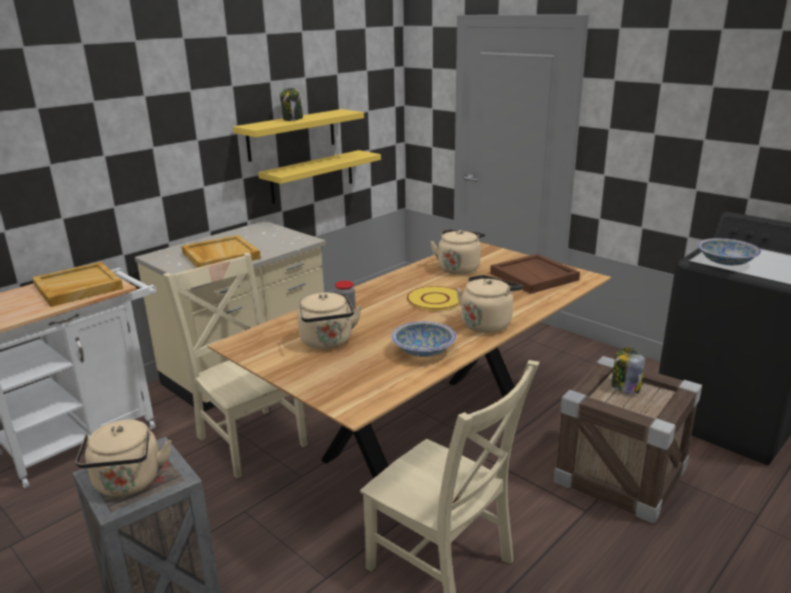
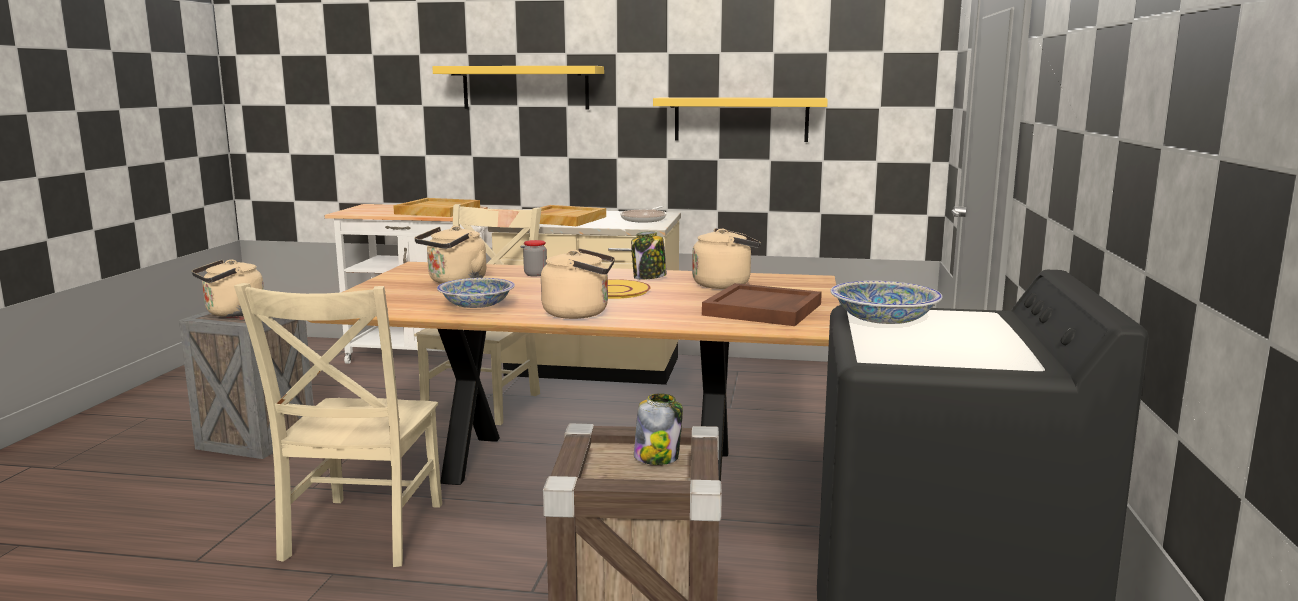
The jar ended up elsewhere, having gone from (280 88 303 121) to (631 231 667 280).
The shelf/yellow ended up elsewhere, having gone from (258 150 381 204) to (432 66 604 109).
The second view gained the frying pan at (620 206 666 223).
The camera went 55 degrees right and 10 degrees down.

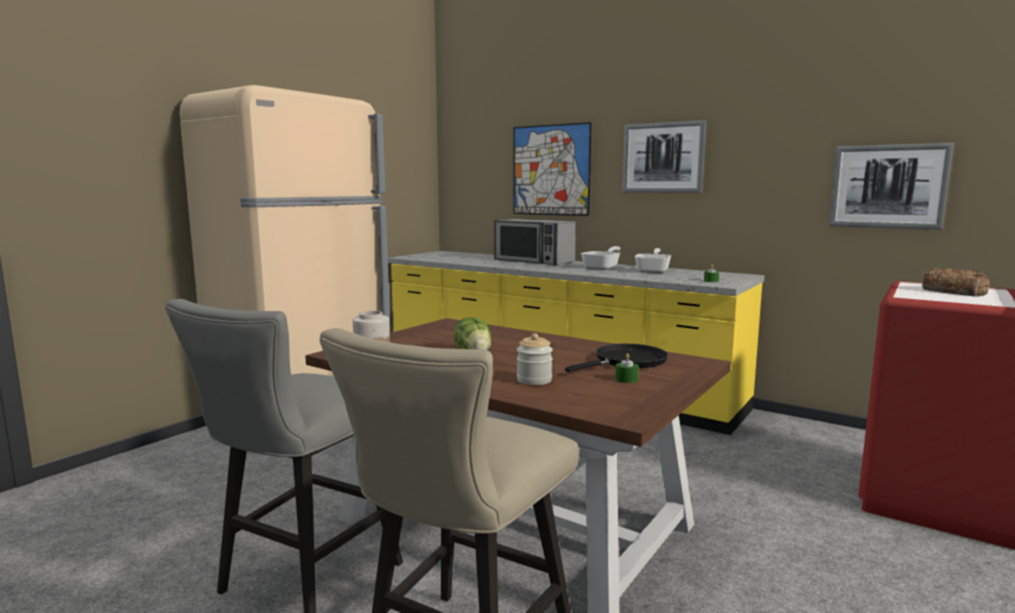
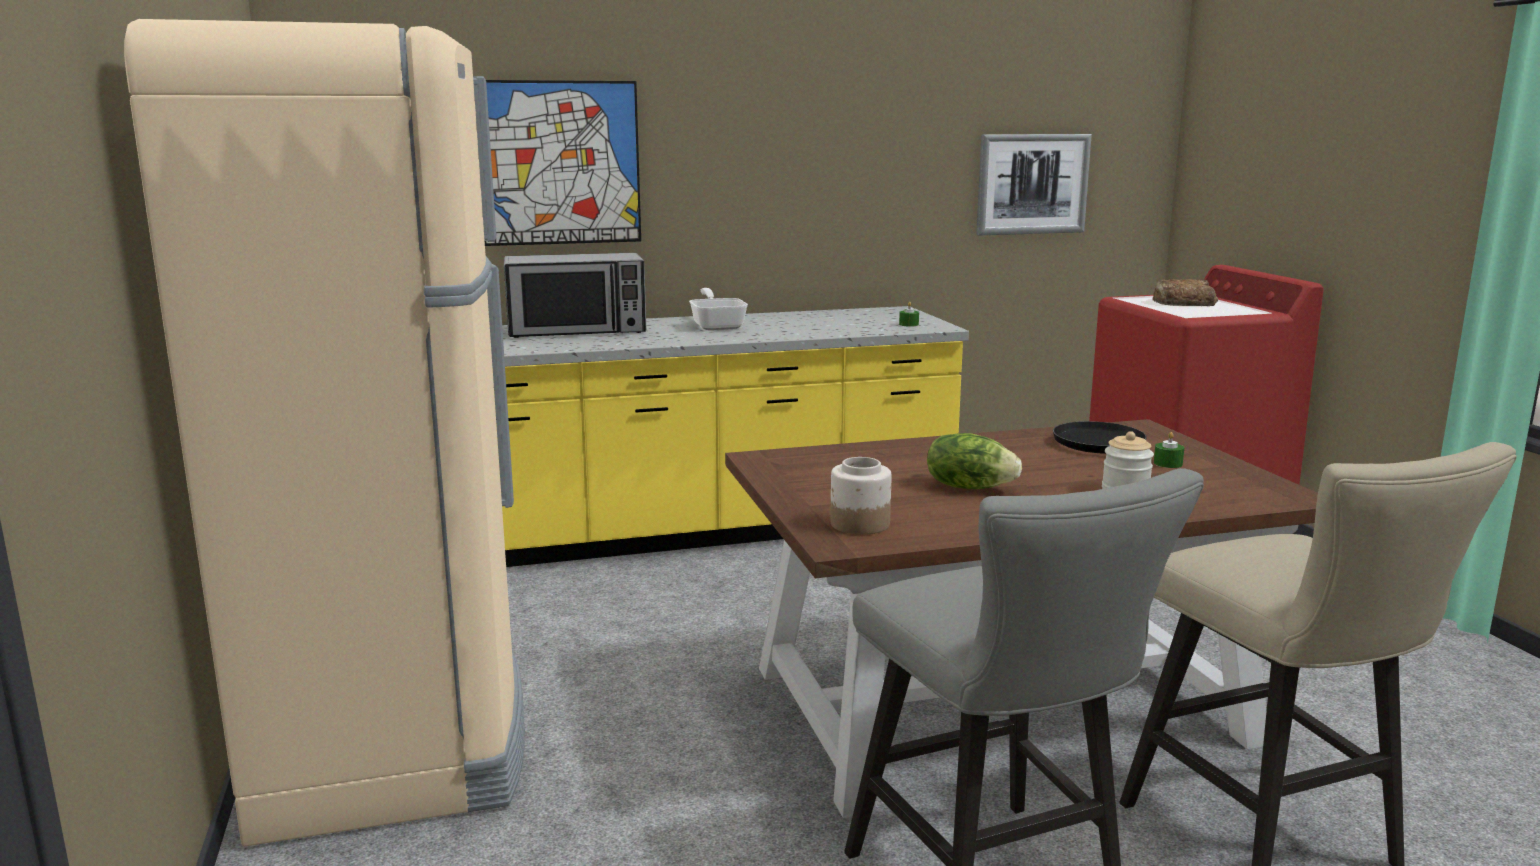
The second view lost the picture at (623 120 707 193).
The second view lost the frying pan at (635 248 672 273).
The camera went 50 degrees left and 5 degrees up.

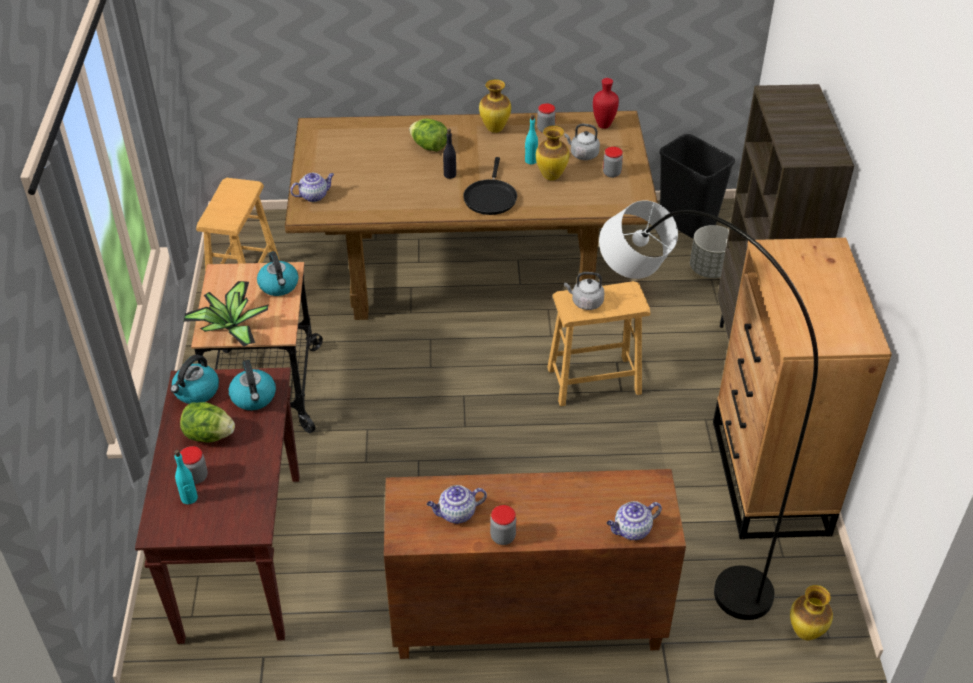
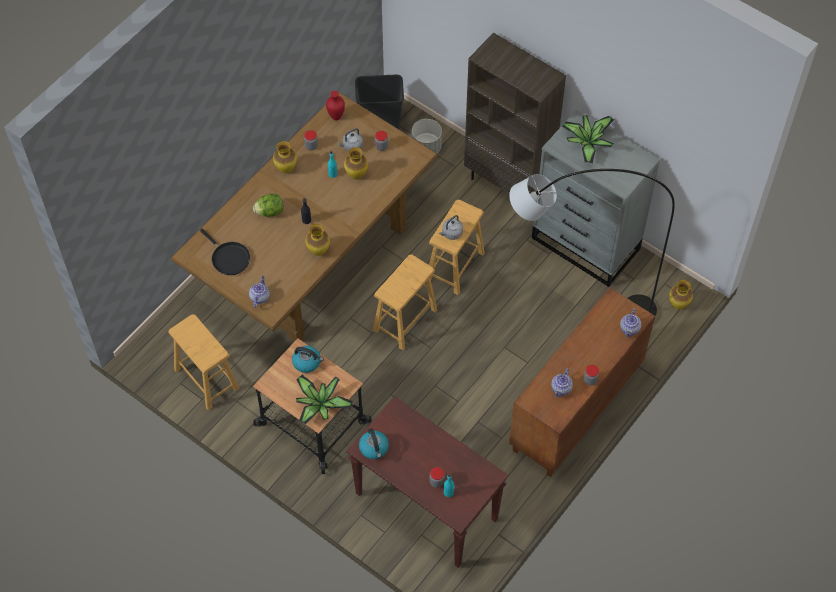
The frying pan/black ended up elsewhere, having gone from (463 157 517 215) to (200 229 250 275).
What was the dresser/brown at (713 238 892 539) turned into the dresser/grey at (532 110 660 287).
The second view lost the kettle at (229 360 276 410).
The second view lost the lettuce at (180 402 235 442).
The second view gained the potted plant at (562 115 614 163).
The second view gained the vase at (305 224 330 256).
The second view gained the stool/brown at (373 254 437 350).
The camera went 50 degrees left and 15 degrees up.

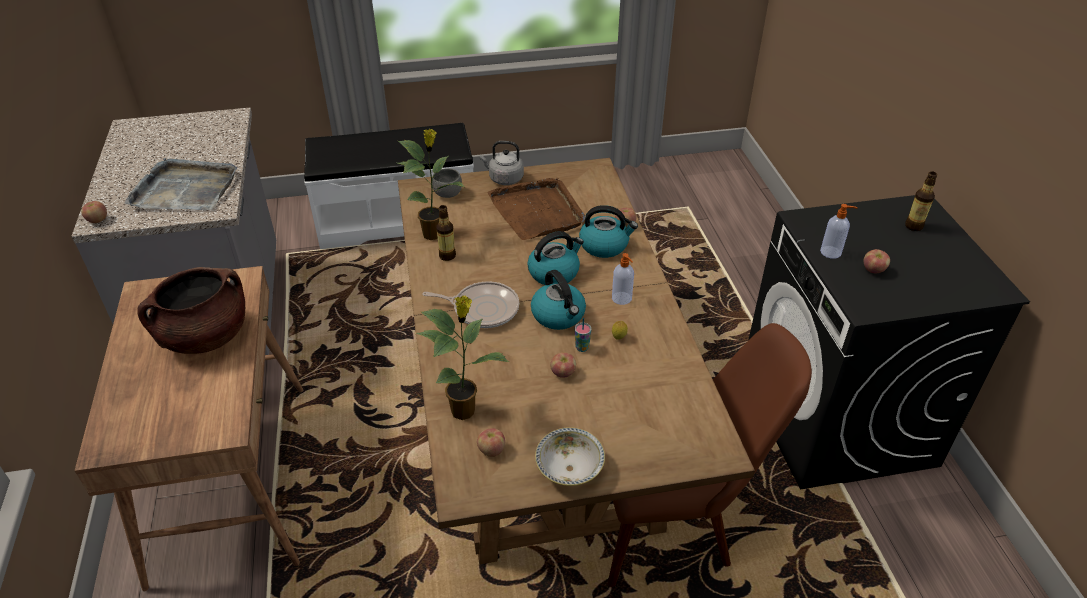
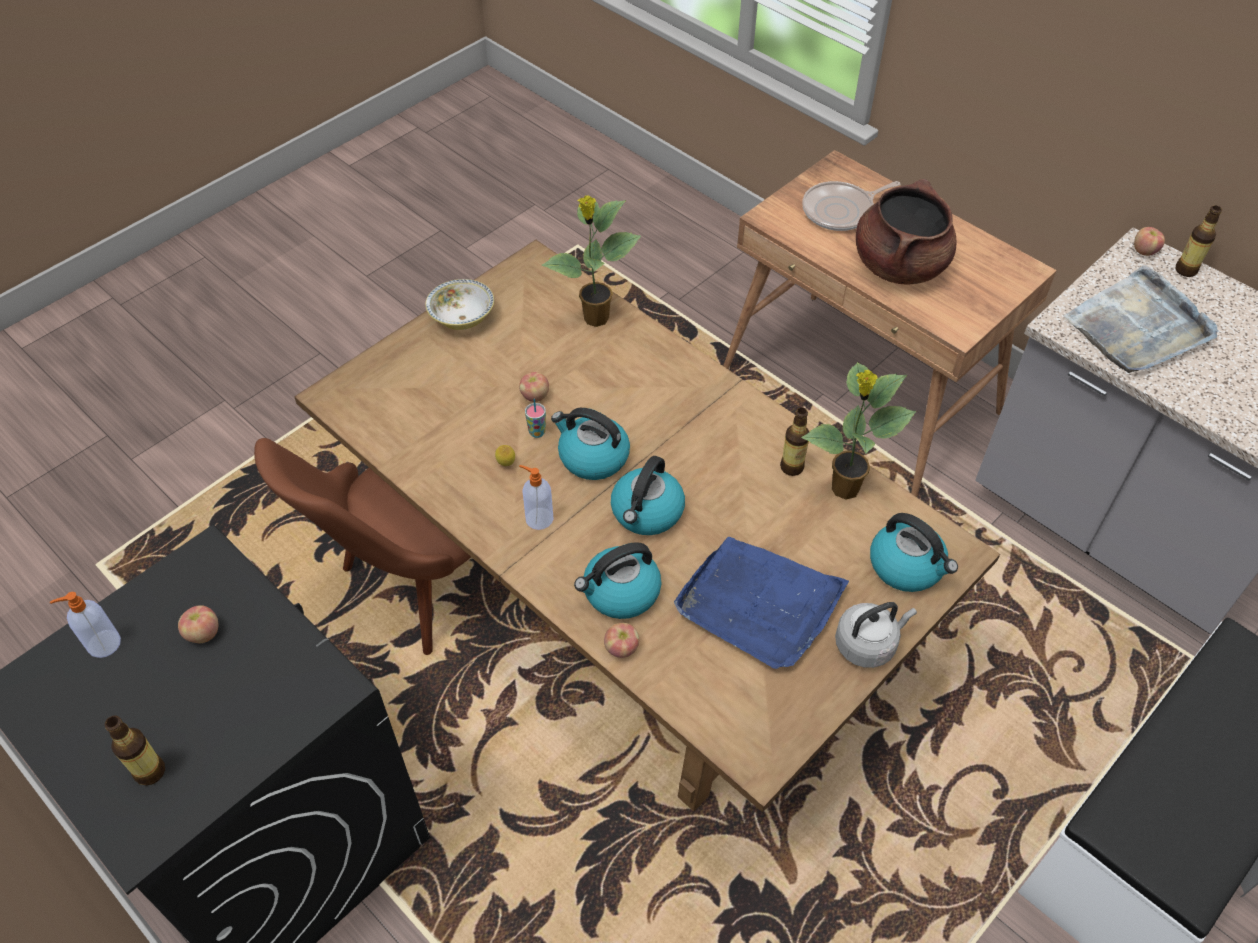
Where the bowl/grey stood at (432 168 462 198), the kettle came to stand at (870 513 958 592).
What was the tray/brown at (487 178 585 240) turned into the tray/blue at (674 537 849 669).
The soap dispenser ended up elsewhere, having gone from (820 204 858 259) to (50 592 121 658).
The frying pan ended up elsewhere, having gone from (422 281 519 328) to (802 181 900 231).
The second view lost the apple at (477 428 505 457).
The second view gained the bottle at (1176 206 1222 277).
The camera went 145 degrees right and 10 degrees up.

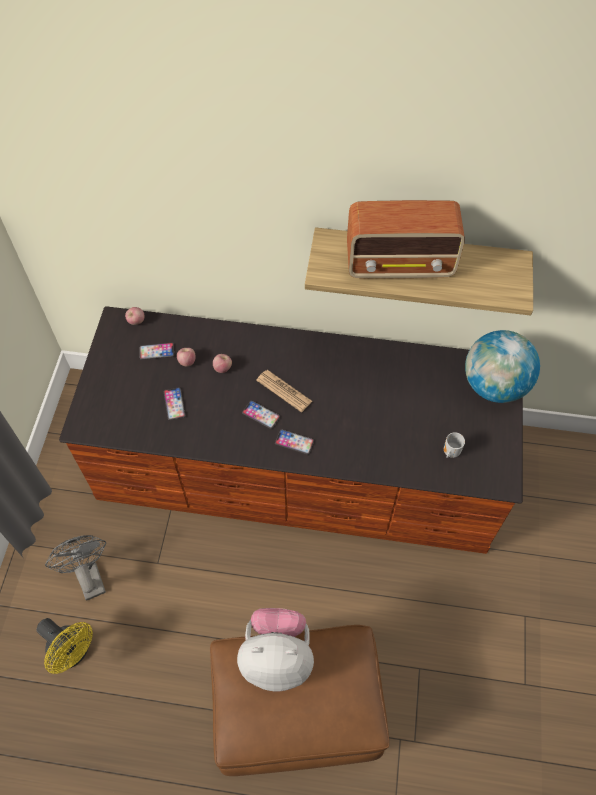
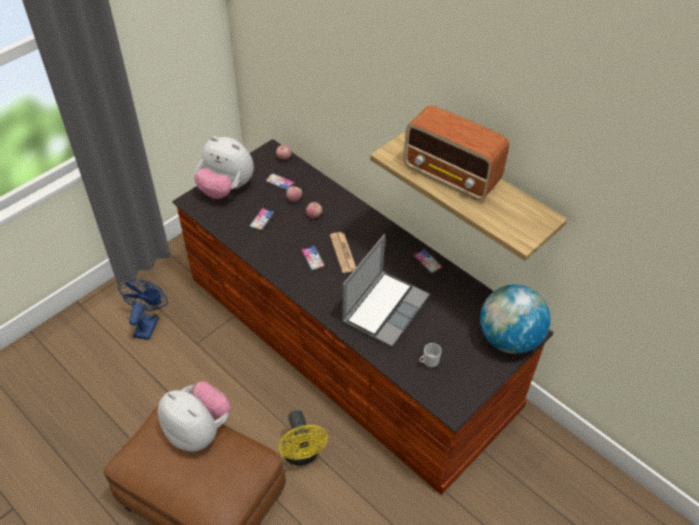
The phone ended up elsewhere, having gone from (275 429 314 455) to (413 249 443 274).
What was the fan/grey at (45 535 106 601) turned into the fan/blue at (119 279 168 340).
The fan/yellow ended up elsewhere, having gone from (36 618 93 674) to (279 410 328 466).
The second view gained the plush toy at (194 136 254 199).
The second view gained the laptop at (342 234 429 347).
The camera went 35 degrees right and 10 degrees down.

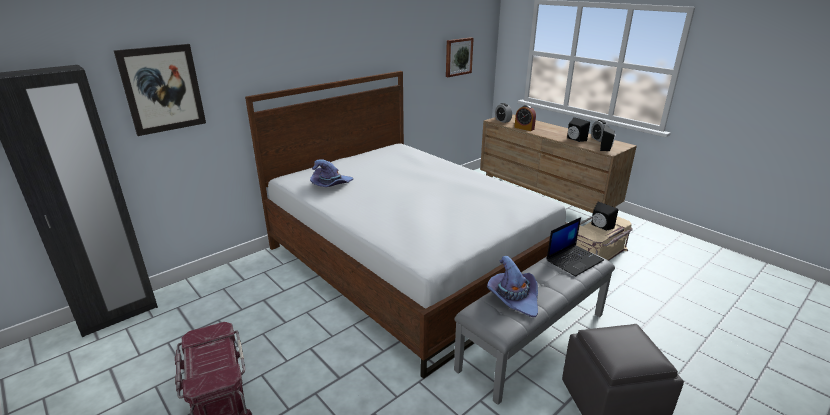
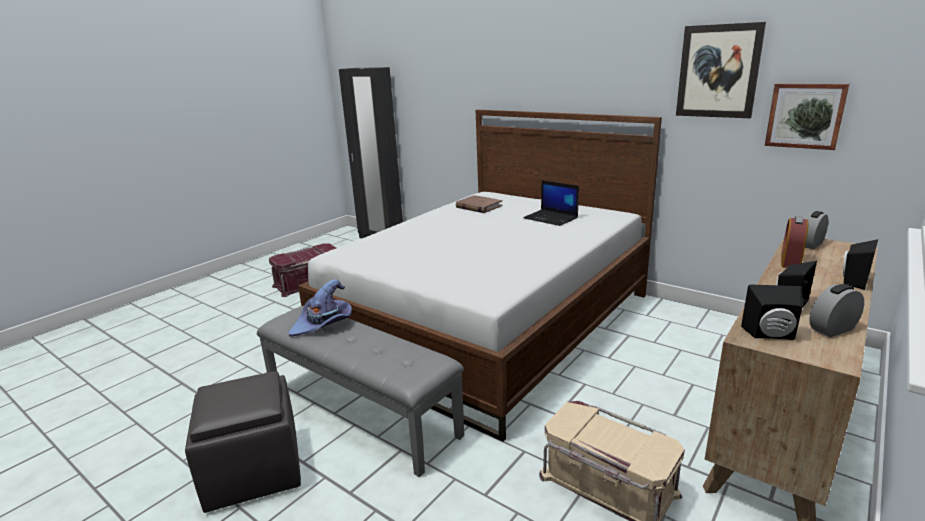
The picture ended up elsewhere, having gone from (113 44 206 136) to (676 22 766 118).
Where the hat/purple stood at (310 159 353 187), the book/brown came to stand at (456 195 502 213).
The speaker/black ended up elsewhere, having gone from (591 202 618 231) to (843 239 878 290).
The laptop ended up elsewhere, having gone from (546 217 604 277) to (523 180 579 226).
The camera went 80 degrees right and 5 degrees down.

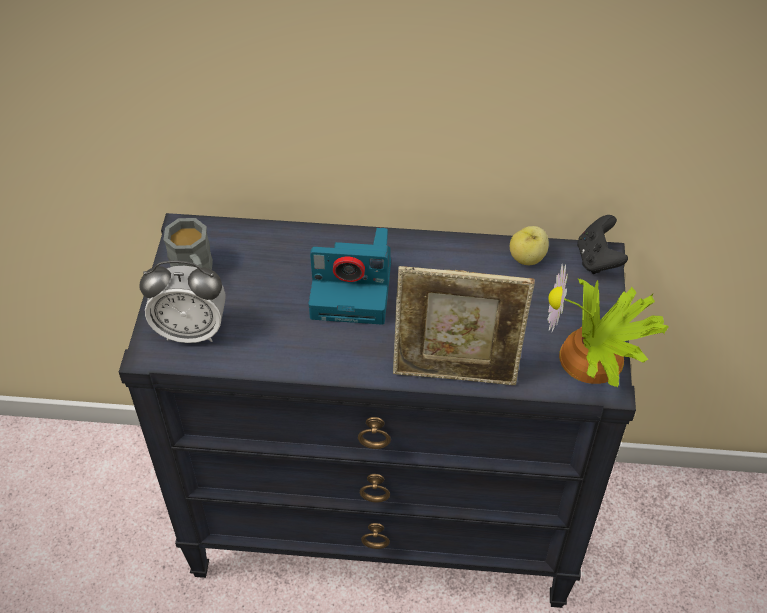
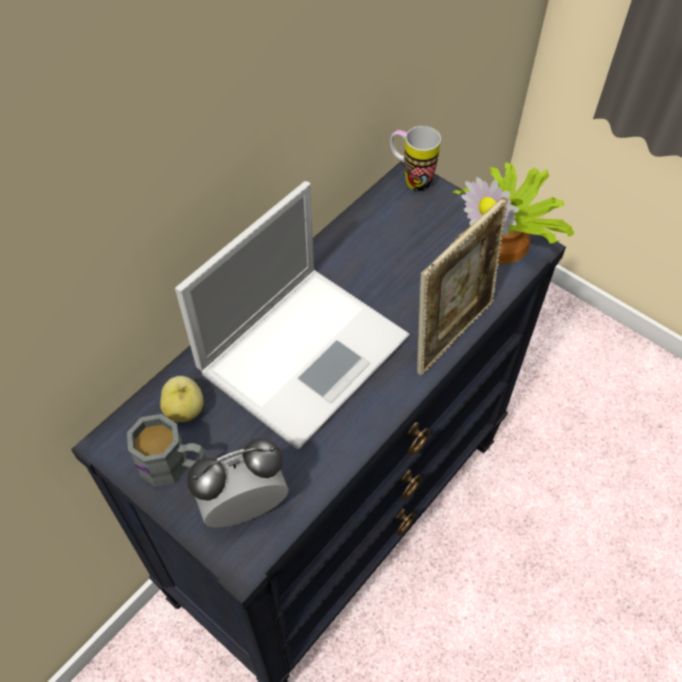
Where the game controller/black stood at (577 215 628 274), the mug came to stand at (390 126 441 191).
The apple ended up elsewhere, having gone from (510 226 549 265) to (160 376 203 422).
Where the photo camera stood at (309 228 391 325), the laptop came to stand at (175 181 410 449).
The alarm clock at (139 261 226 343) ended up facing another way, 150 degrees counterclockwise from before.
The camera went 55 degrees left and 5 degrees up.

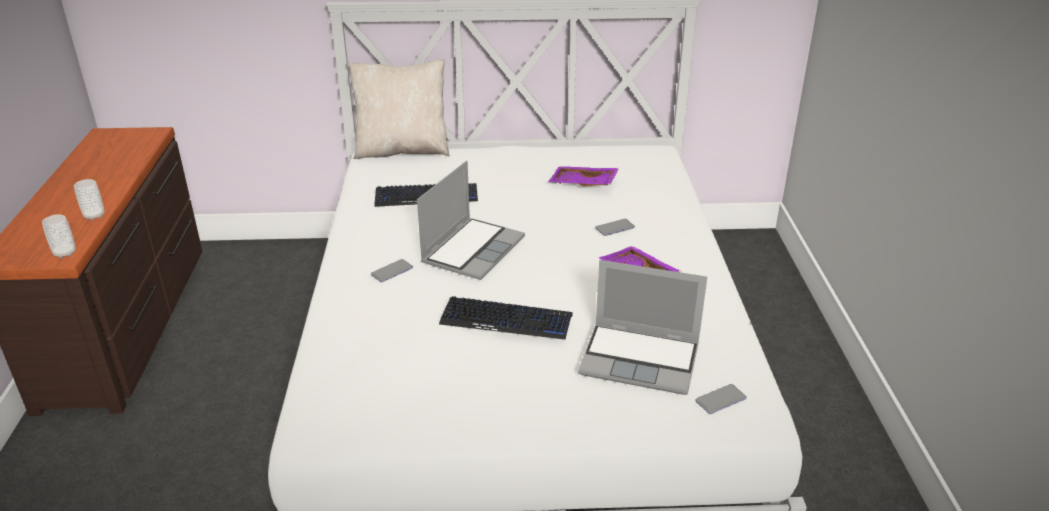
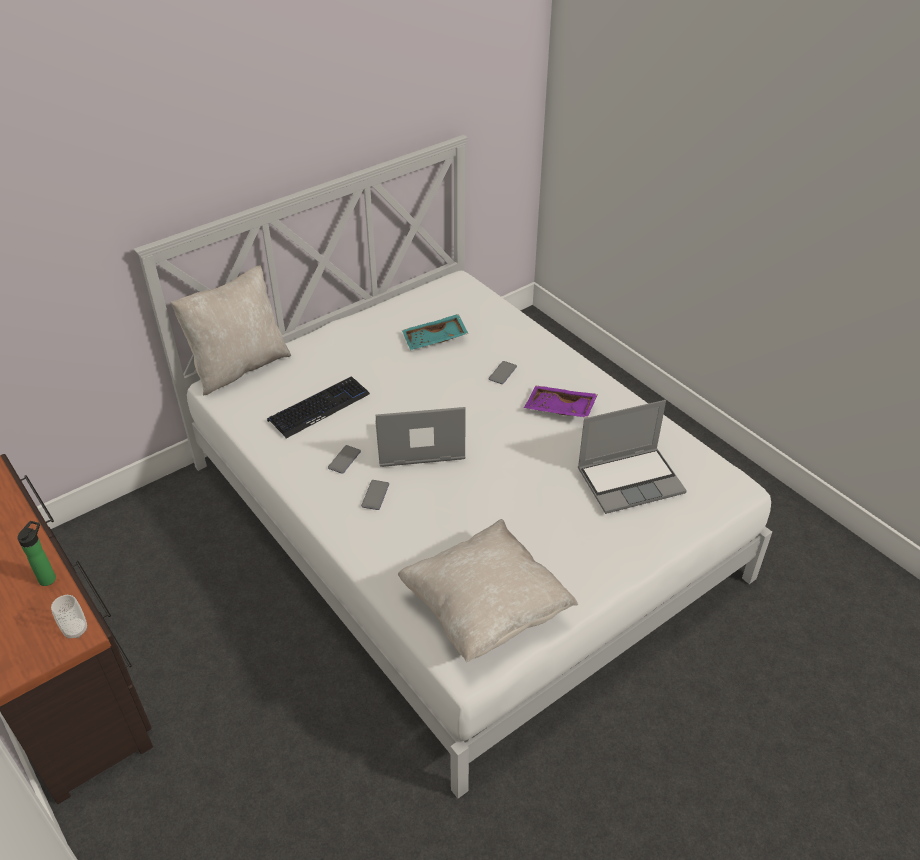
The laptop at (417 161 525 280) ended up facing another way, 90 degrees counterclockwise from before.
What was the tray/purple at (548 166 619 186) turned into the tray/turquoise at (402 314 468 350).
Where the cup stood at (74 179 105 220), the bottle came to stand at (17 521 56 586).
The second view lost the keyboard at (439 296 572 340).
The phone ended up elsewhere, having gone from (695 384 747 414) to (328 445 361 474).
The second view gained the pillow/beige at (398 519 578 662).
The camera went 35 degrees left and 10 degrees up.

